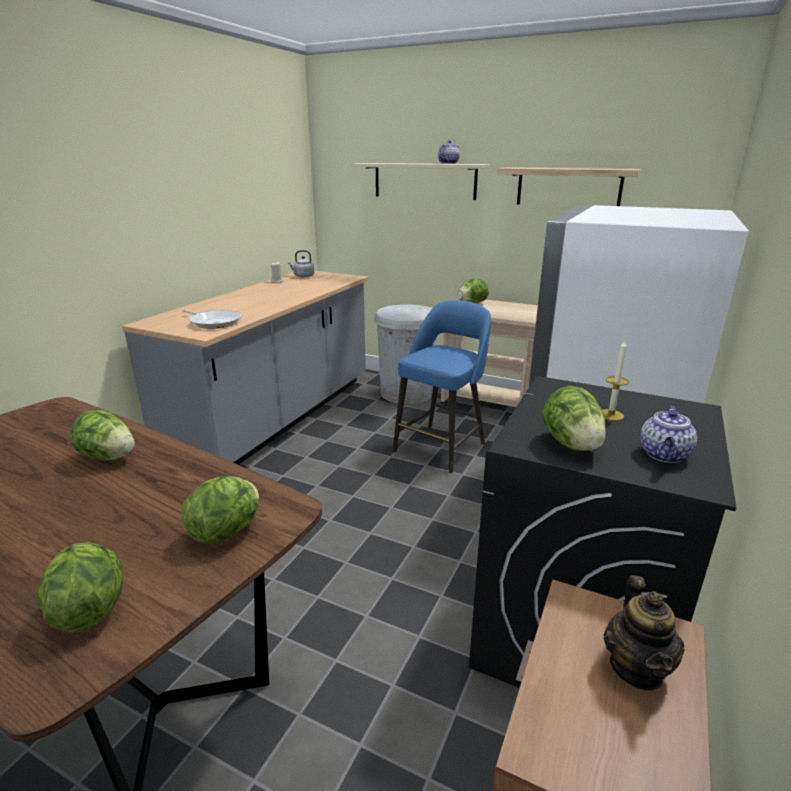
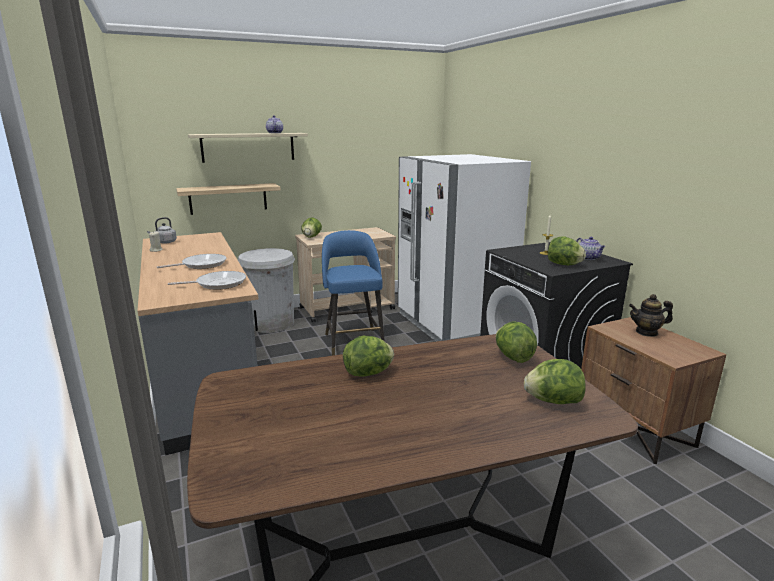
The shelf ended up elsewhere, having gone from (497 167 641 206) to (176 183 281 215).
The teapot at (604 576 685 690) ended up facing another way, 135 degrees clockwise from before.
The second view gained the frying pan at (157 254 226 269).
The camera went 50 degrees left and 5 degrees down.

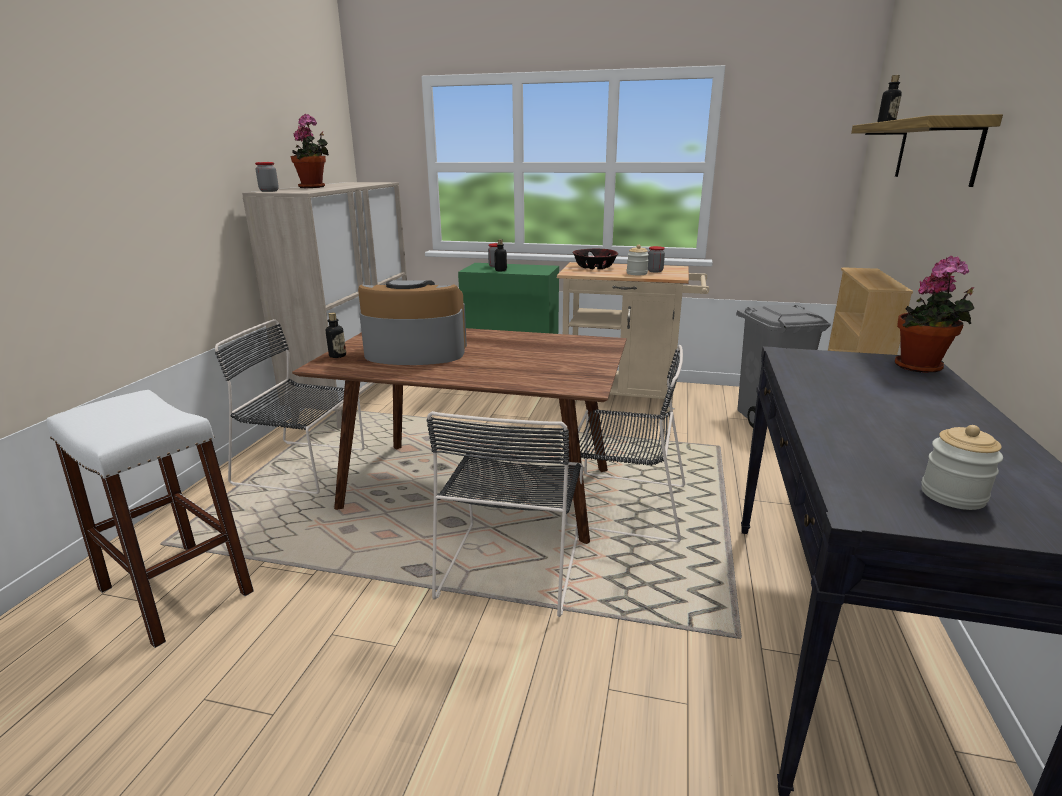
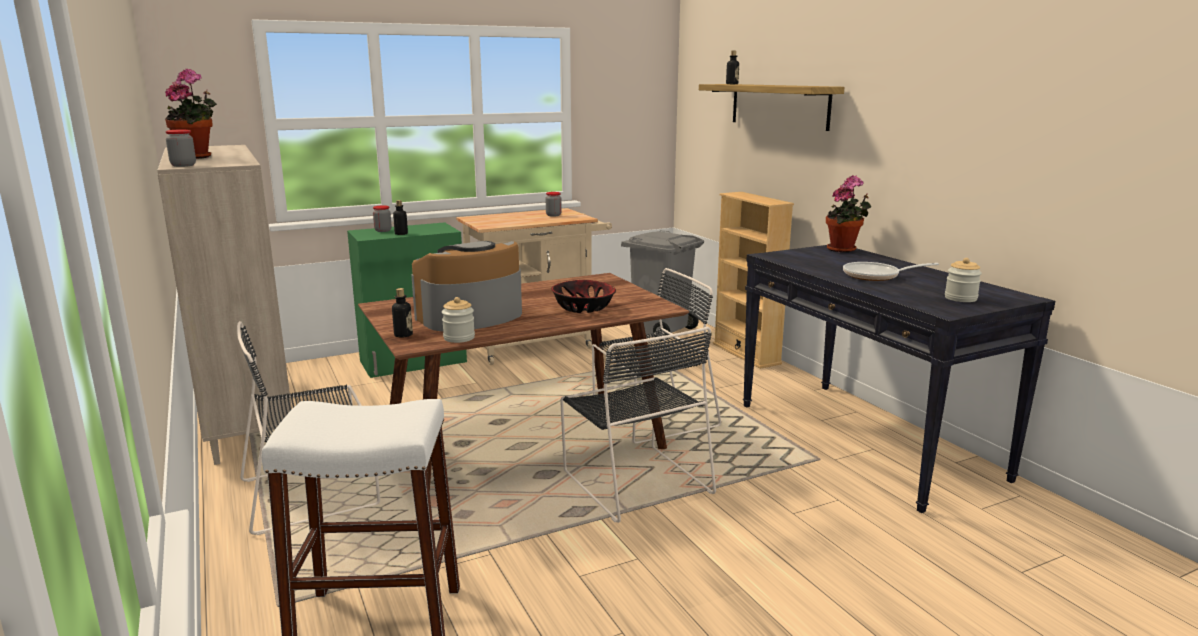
The jar ended up elsewhere, having gone from (627 245 649 275) to (442 297 475 343).
The bowl ended up elsewhere, having gone from (572 248 618 269) to (551 280 616 313).
The second view gained the frying pan at (843 262 939 281).
The camera went 40 degrees left and 5 degrees down.

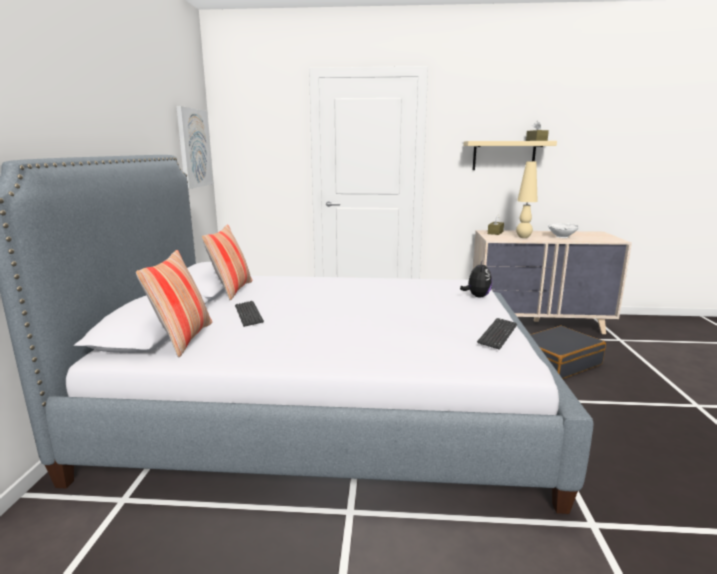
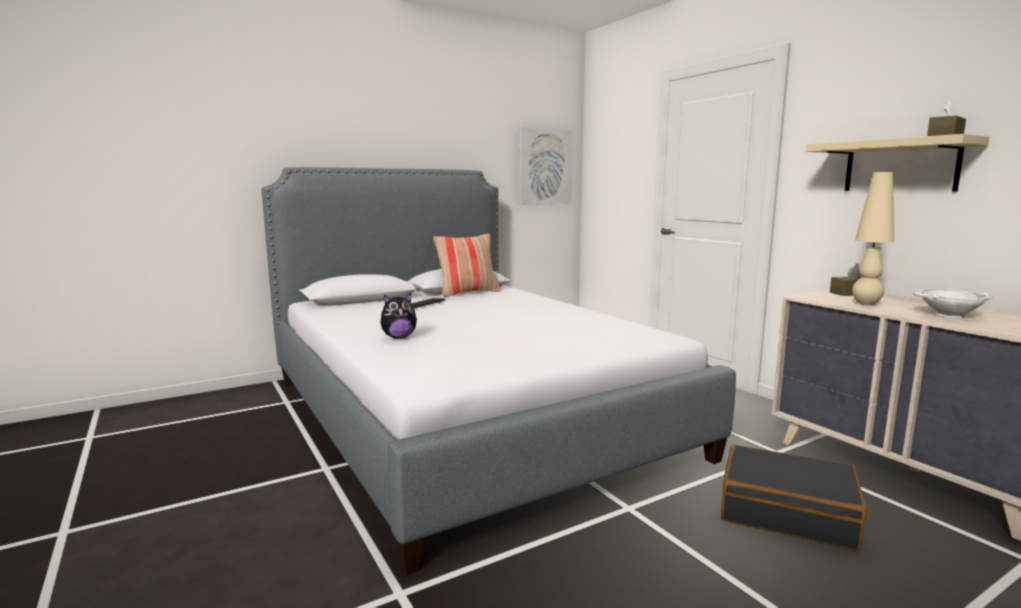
The second view lost the pillow at (136 250 212 358).
The plush toy ended up elsewhere, having gone from (460 262 492 297) to (381 293 417 338).
The second view lost the keyboard at (477 318 517 350).
The camera went 55 degrees right and 5 degrees down.

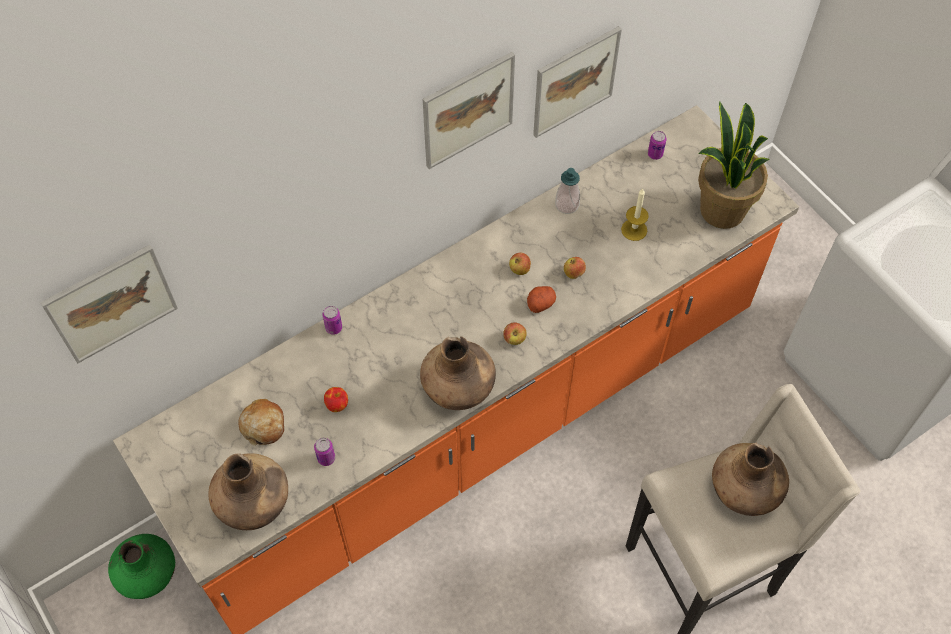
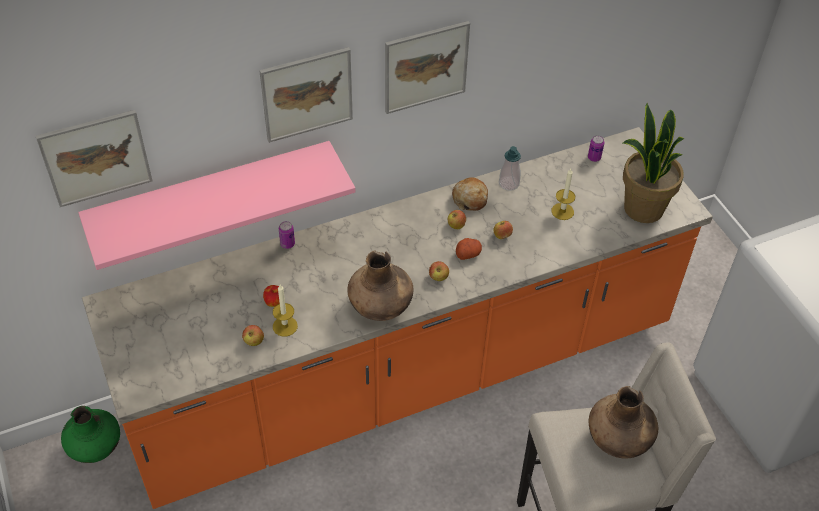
The picture ended up elsewhere, having gone from (533 26 622 138) to (259 47 353 143).
The bread ended up elsewhere, having gone from (238 399 284 446) to (452 177 488 211).
Where the can stood at (314 438 335 466), the apple came to stand at (242 325 264 346).
The second view lost the vase/brown at (208 453 288 530).
The second view gained the shelf/pink at (78 141 355 270).
The second view gained the candle at (273 285 298 337).
The camera went 10 degrees right and 10 degrees down.

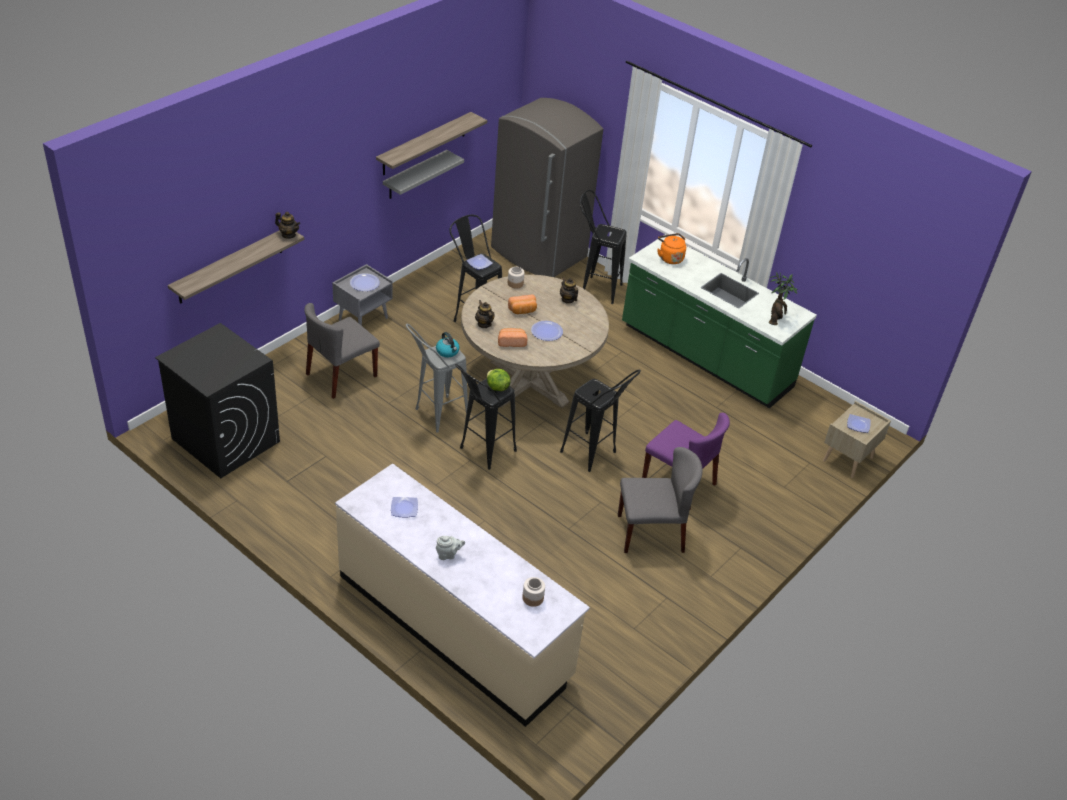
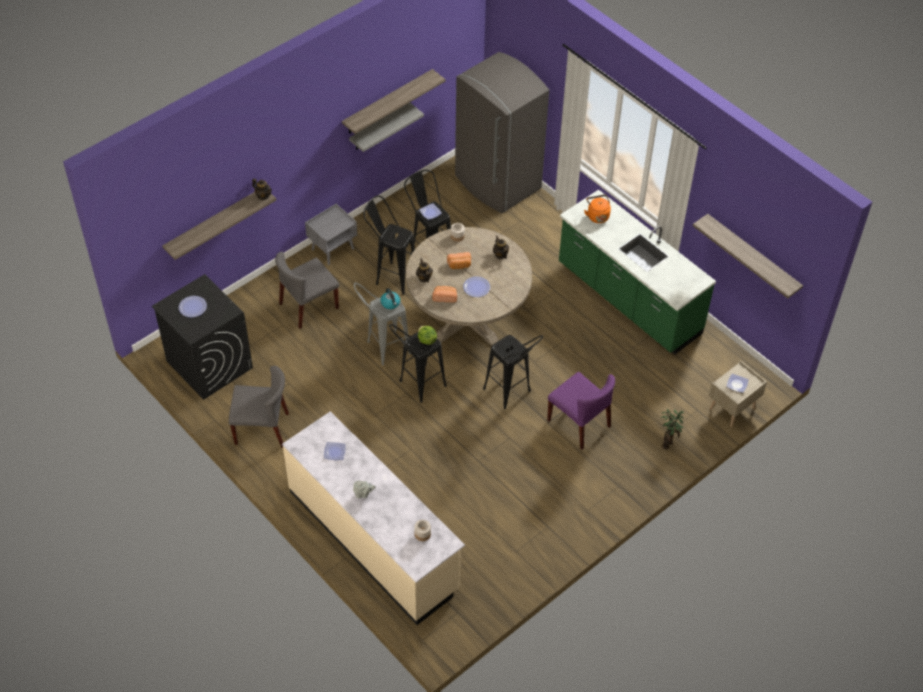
The stool/black ended up elsewhere, having gone from (580 190 627 304) to (364 195 415 295).
The potted plant ended up elsewhere, having gone from (769 272 798 325) to (660 409 684 450).
The plate ended up elsewhere, having gone from (350 273 380 291) to (179 296 207 317).
The chair/grey ended up elsewhere, having gone from (618 447 703 553) to (229 366 289 447).
The second view gained the shelf at (693 214 803 298).
The camera went 10 degrees right and 10 degrees up.

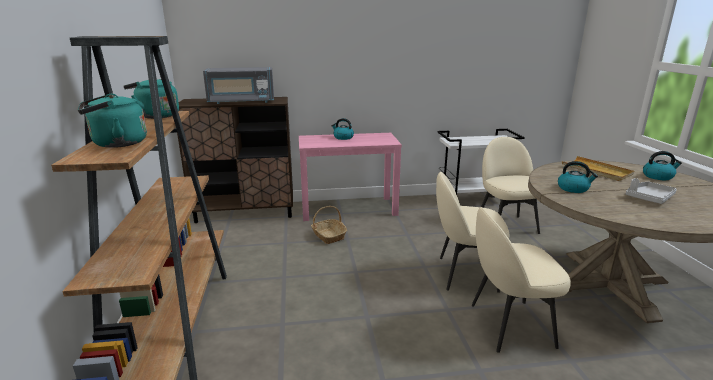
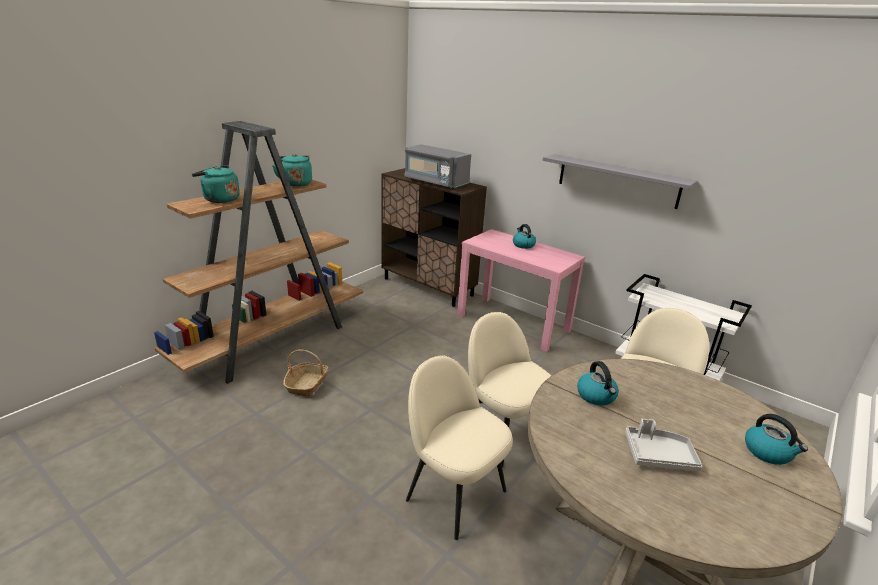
The second view lost the tray/beige at (562 156 634 181).
The basket ended up elsewhere, having gone from (311 206 347 244) to (283 349 328 397).
The second view gained the shelf/grey at (543 154 698 209).
The camera went 45 degrees right and 5 degrees up.

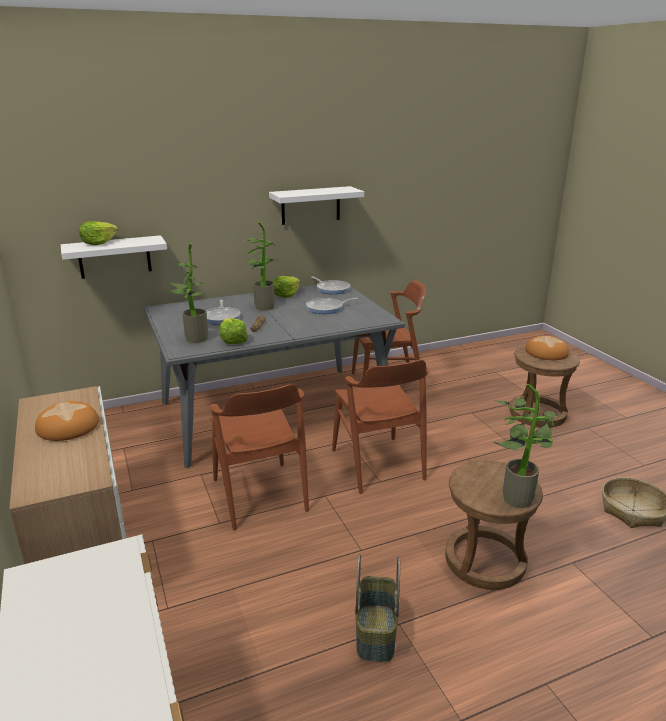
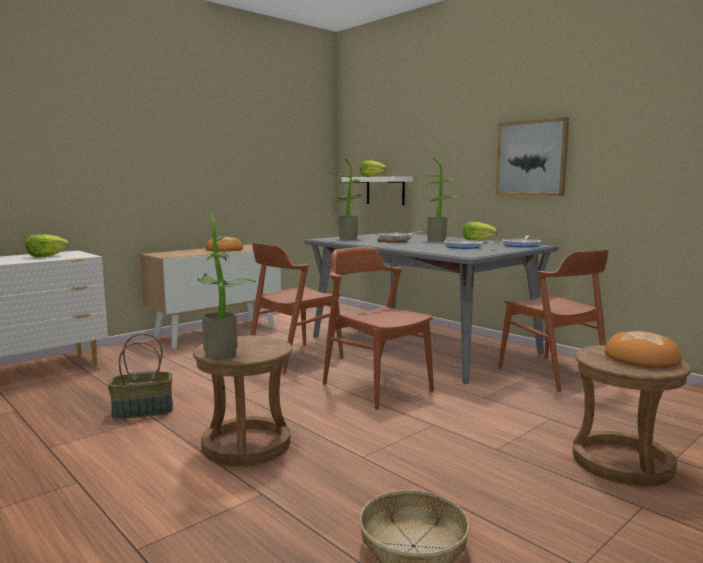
Where the shelf/white hung at (269 186 364 225), the picture came to hang at (496 117 569 196).
The lettuce ended up elsewhere, having gone from (219 318 248 344) to (25 234 69 257).
The chair/brown at (332 360 429 494) ended up facing another way, 90 degrees clockwise from before.
The camera went 70 degrees right and 15 degrees down.

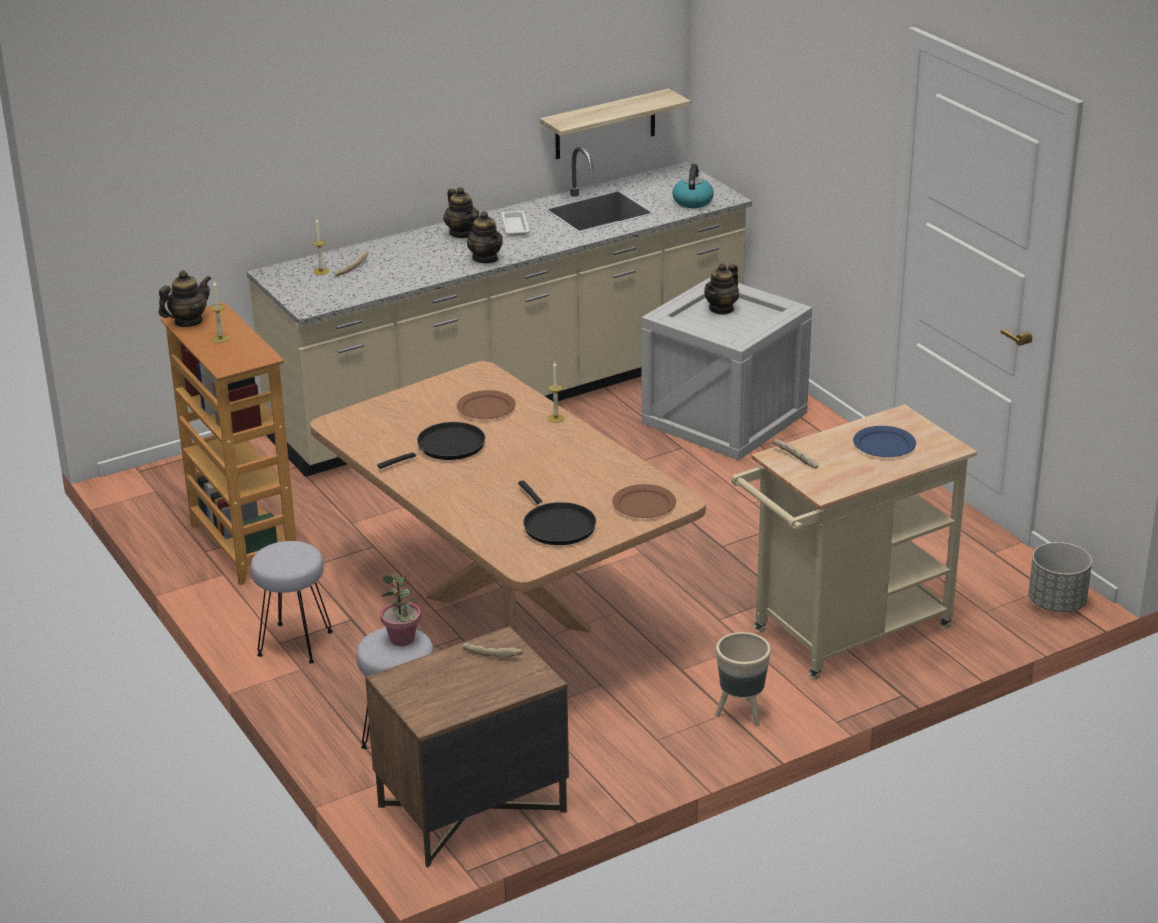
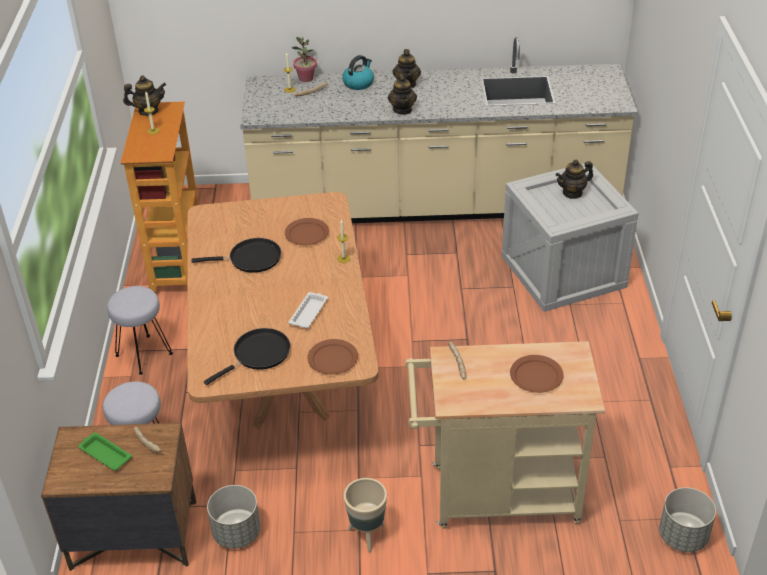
The second view lost the shelf at (540 89 691 159).
The kettle ended up elsewhere, having gone from (673 164 714 208) to (342 55 374 90).
The tray/white ended up elsewhere, having gone from (501 211 530 236) to (288 292 328 328).
What was the plate/blue at (853 426 916 457) turned into the plate/brown at (510 355 564 393).
The frying pan/black at (518 480 596 545) ended up facing another way, 135 degrees counterclockwise from before.
The potted plant ended up elsewhere, having gone from (380 574 421 646) to (292 37 317 82).
The second view gained the tray/green at (78 433 132 471).
The second view gained the planter/grey at (207 485 260 549).
The camera went 30 degrees right and 10 degrees up.

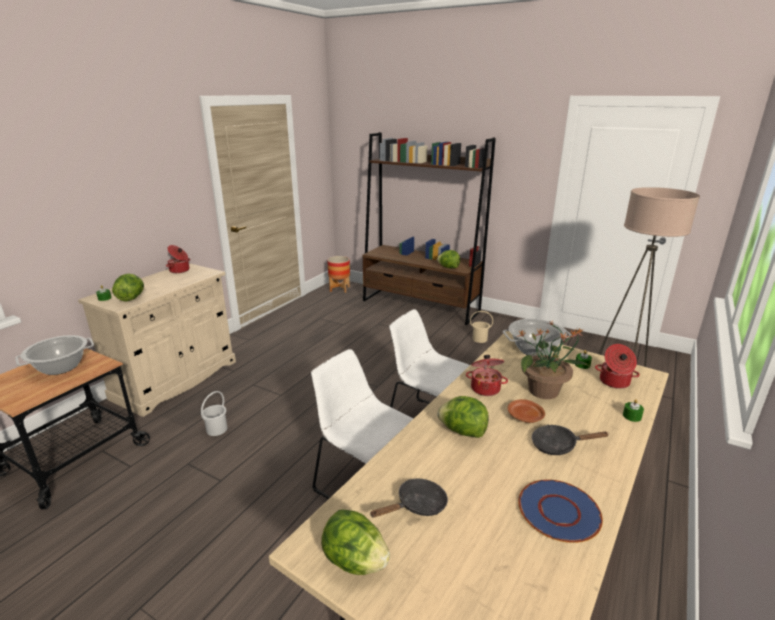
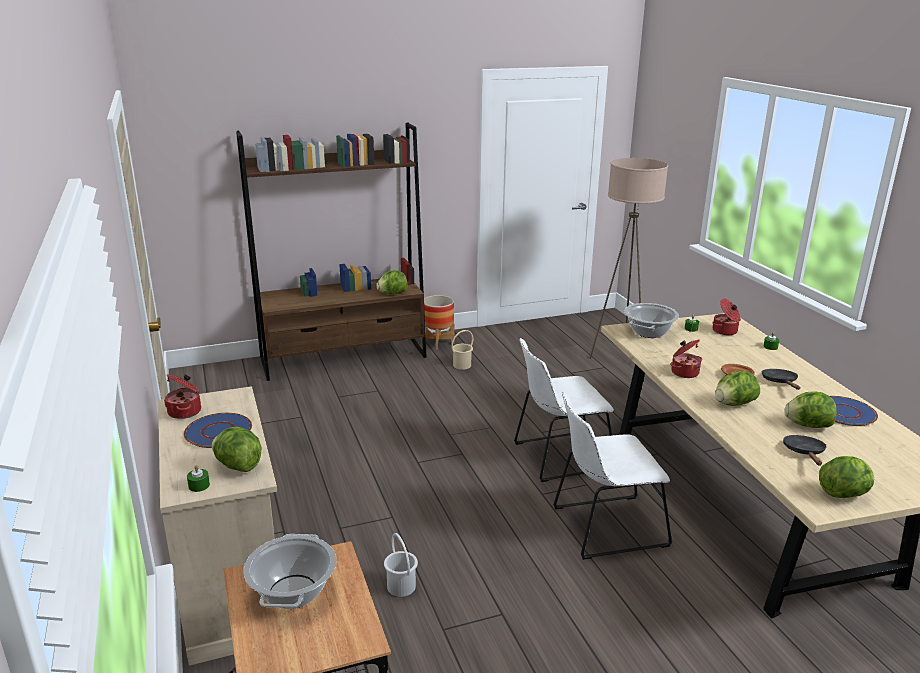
The planter ended up elsewhere, having gone from (327 256 350 293) to (424 295 455 350).
The second view lost the potted plant at (516 321 590 399).
The frying pan/black at (532 425 609 455) ended up facing another way, 135 degrees clockwise from before.
The second view gained the lettuce at (784 392 837 428).
The second view gained the plate/blue at (184 413 252 448).
The camera went 50 degrees left and 0 degrees up.

